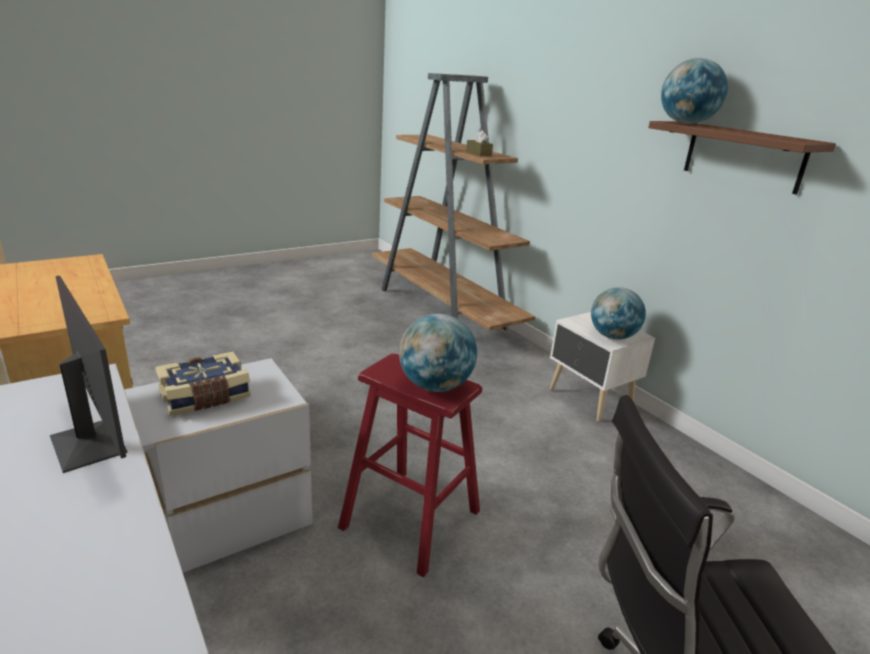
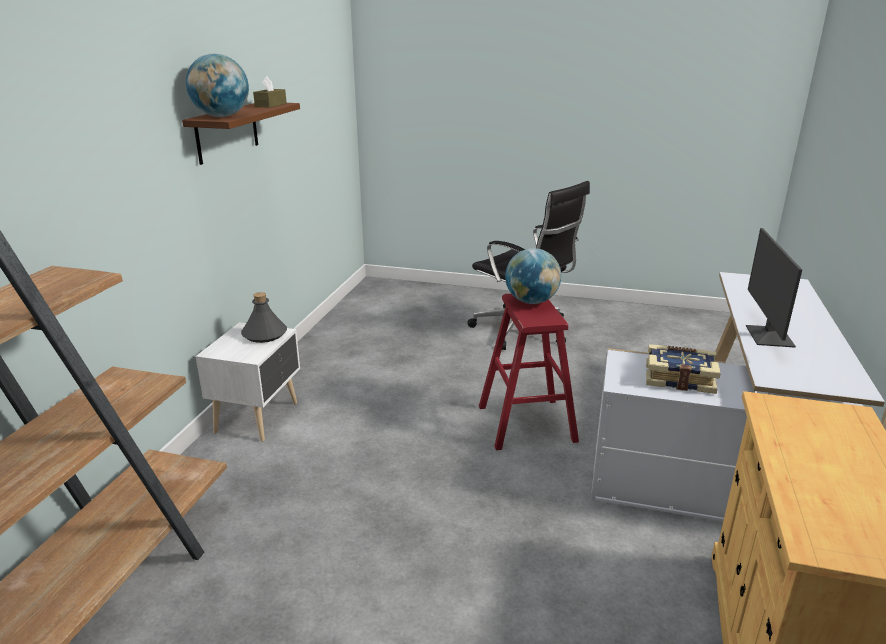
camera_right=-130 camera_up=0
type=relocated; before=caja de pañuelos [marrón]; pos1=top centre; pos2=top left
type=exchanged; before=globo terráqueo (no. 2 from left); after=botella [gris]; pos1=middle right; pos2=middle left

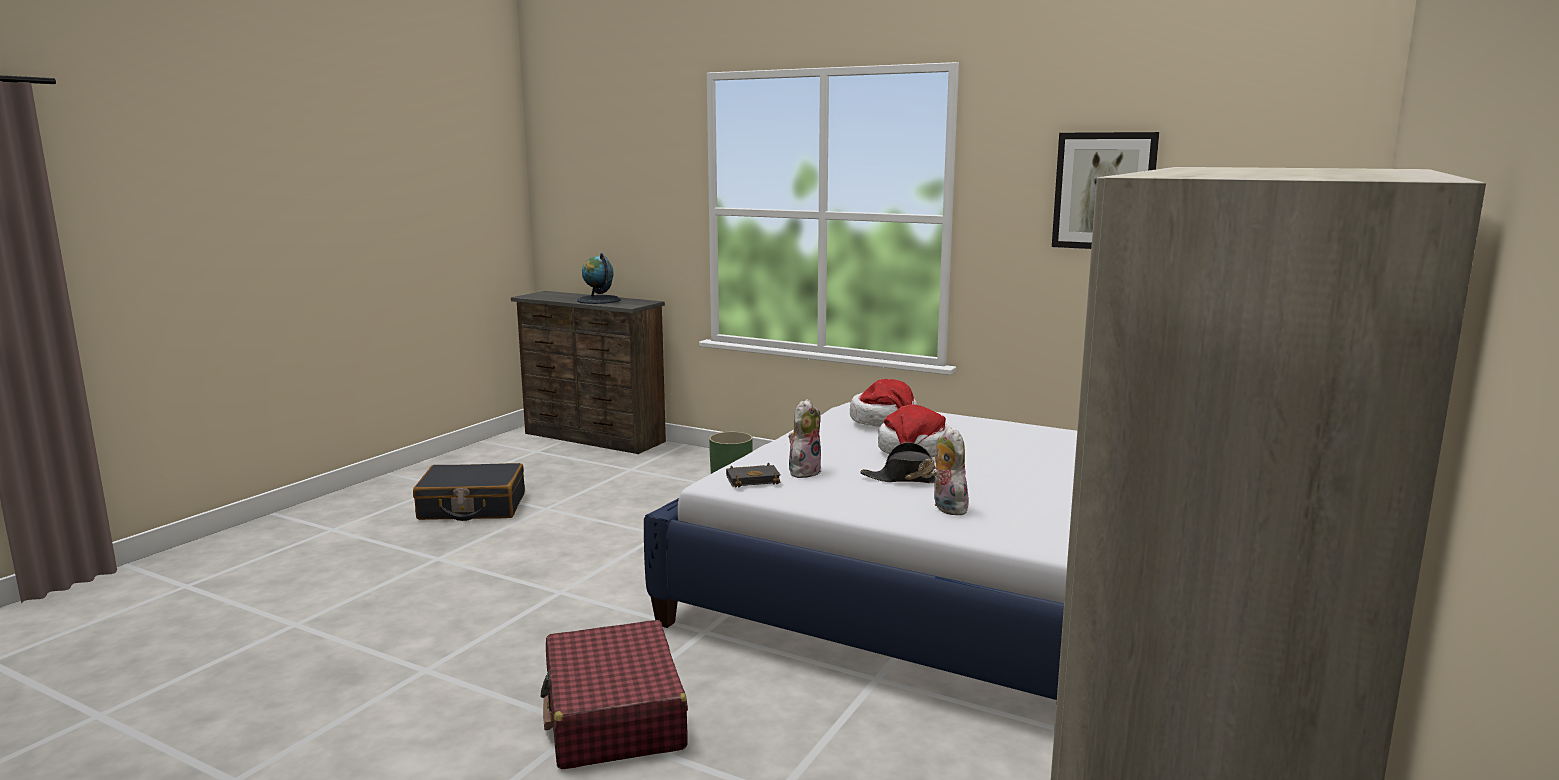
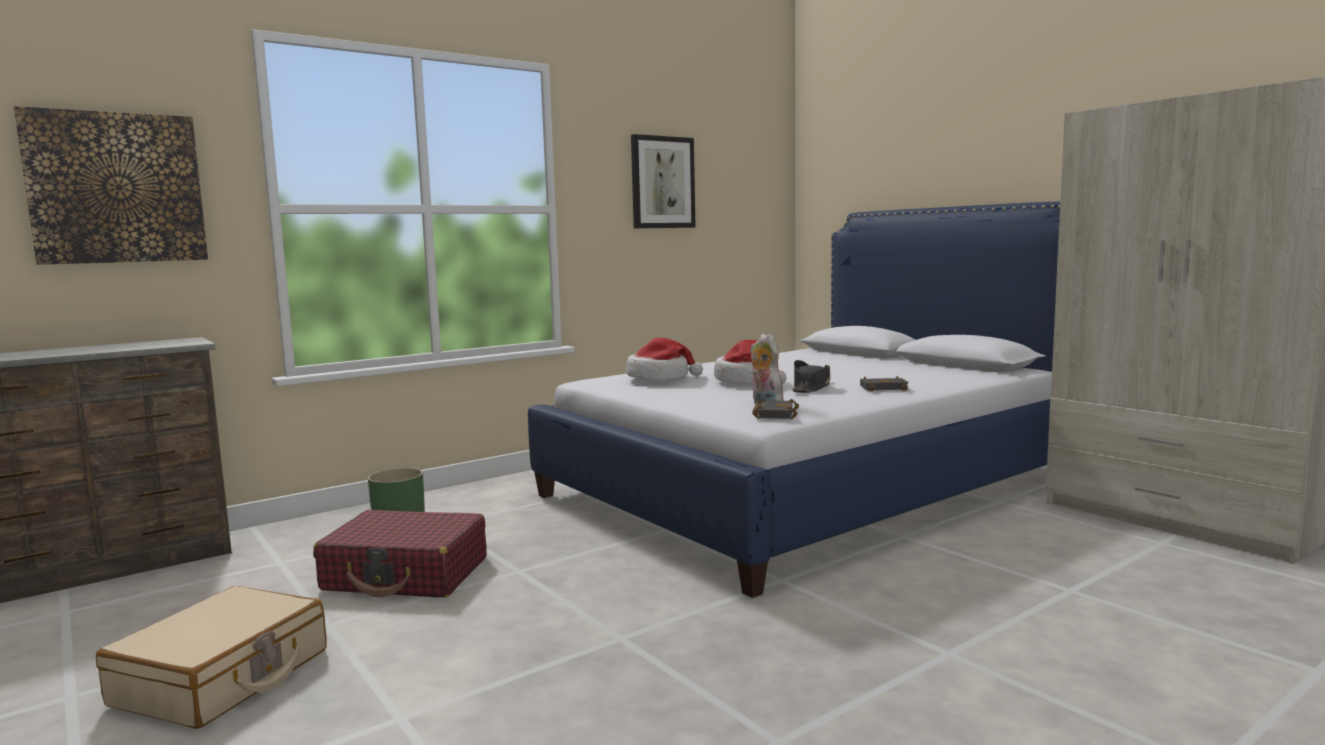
camera_right=-65 camera_up=-5
type=missing; before=globo terráqueo; pos1=centre
type=appeared; after=cuadro (no. 1 from left); pos2=top left
type=relocated; before=maleta [rojo]; pos1=bottom centre; pos2=bottom left
type=exchanged; before=peluche (no. 2 from left); after=libro [negro] (no. 2 from left); pos1=centre; pos2=middle right
type=colour; before=maleta [negro]; after=maleta [beis]; pos1=middle left; pos2=bottom left

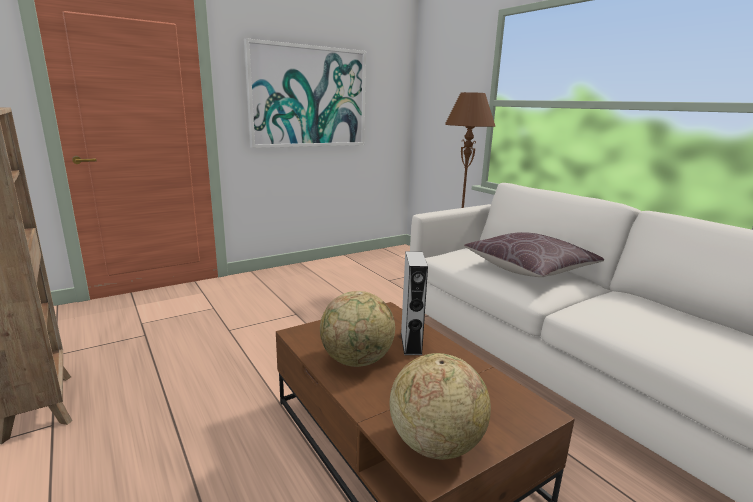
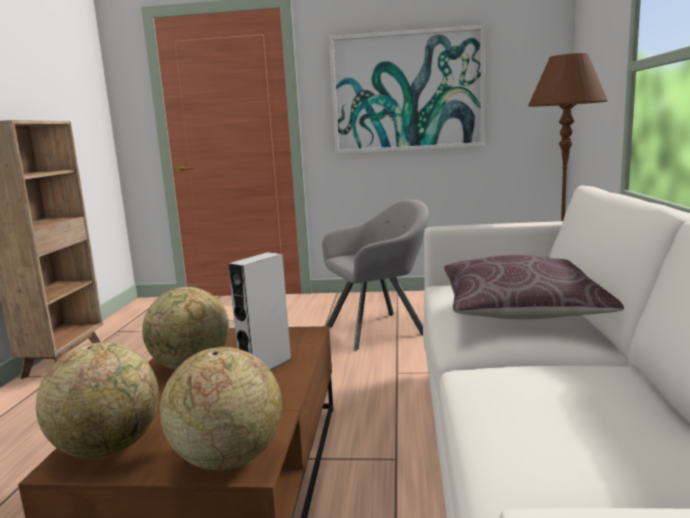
camera_right=40 camera_up=-5
type=appeared; after=globo terráqueo (no. 3 from left); pos2=bottom left
type=appeared; after=sillón [gris]; pos2=centre

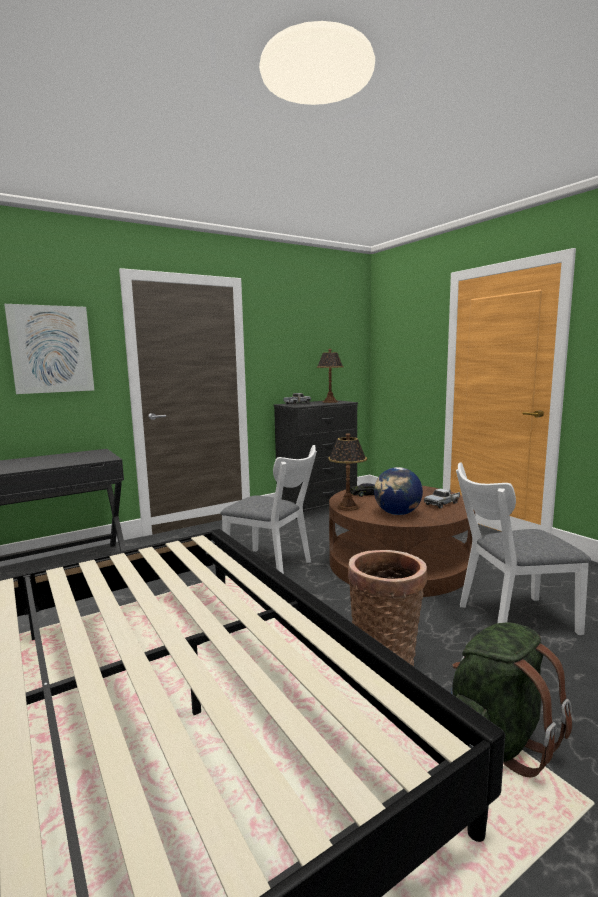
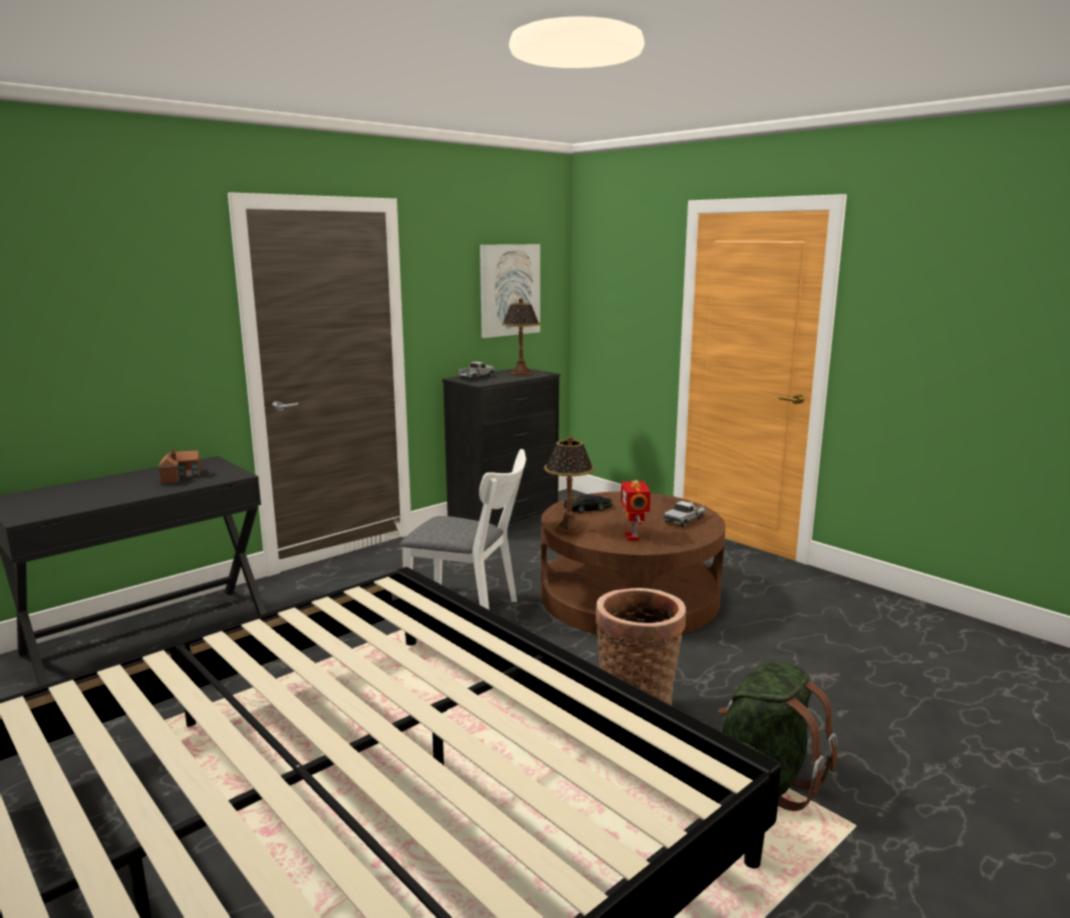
camera_right=-10 camera_up=5
type=missing; before=silla [blanco] (no. 2 from left); pos1=middle right
type=appeared; after=casita; pos2=middle left
type=relocated; before=cuadro; pos1=middle left; pos2=top centre
type=exchanged; before=globo terráqueo; after=robot de juguete; pos1=centre; pos2=centre

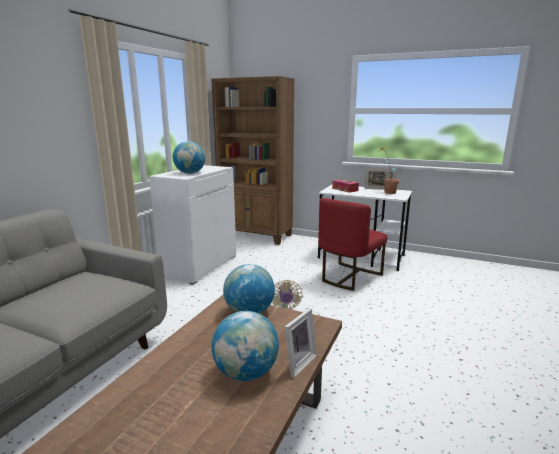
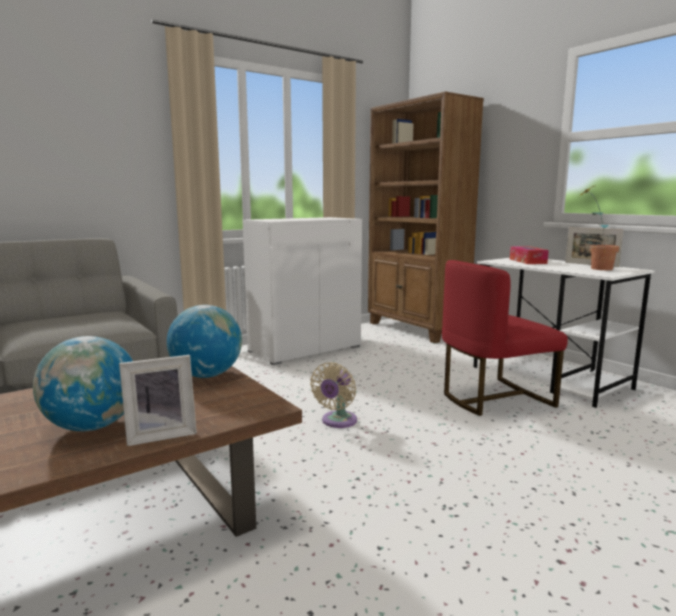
camera_right=30 camera_up=-5
type=missing; before=globo terráqueo (no. 1 from left); pos1=centre

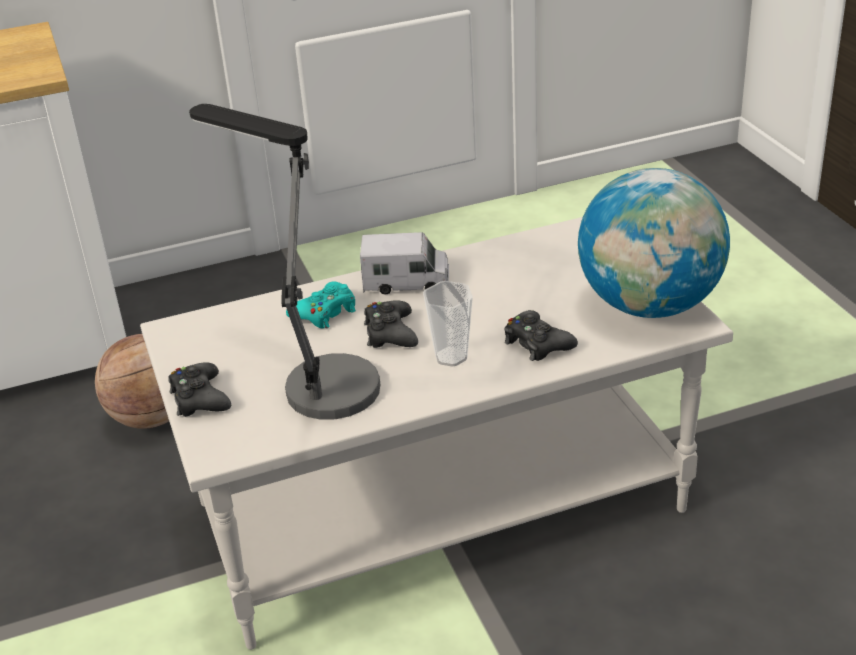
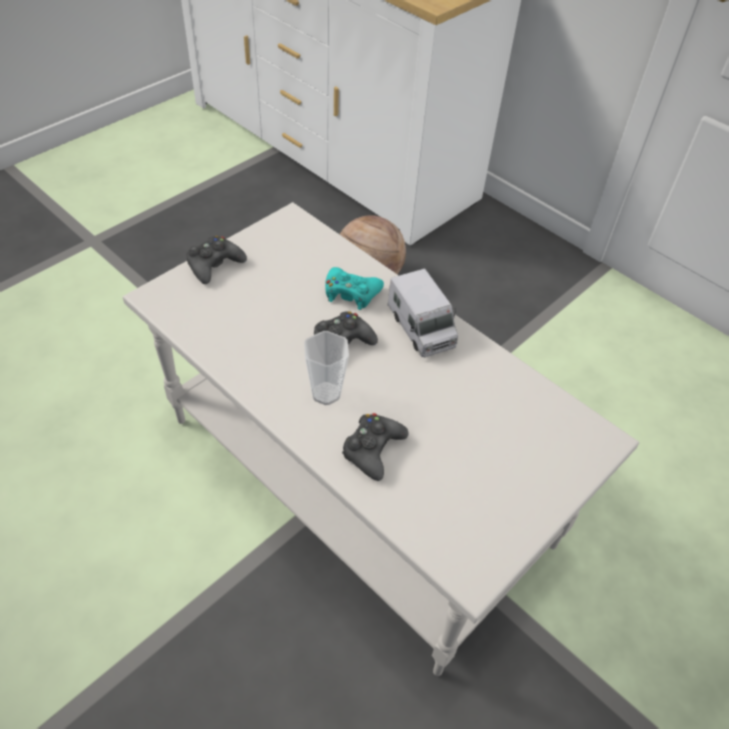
camera_right=60 camera_up=15
type=missing; before=lámpara de mesa; pos1=middle left
type=missing; before=globo terráqueo; pos1=middle right

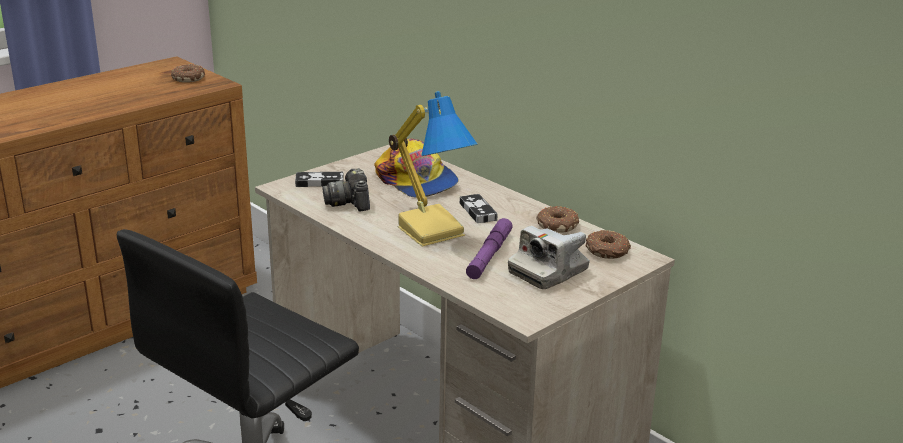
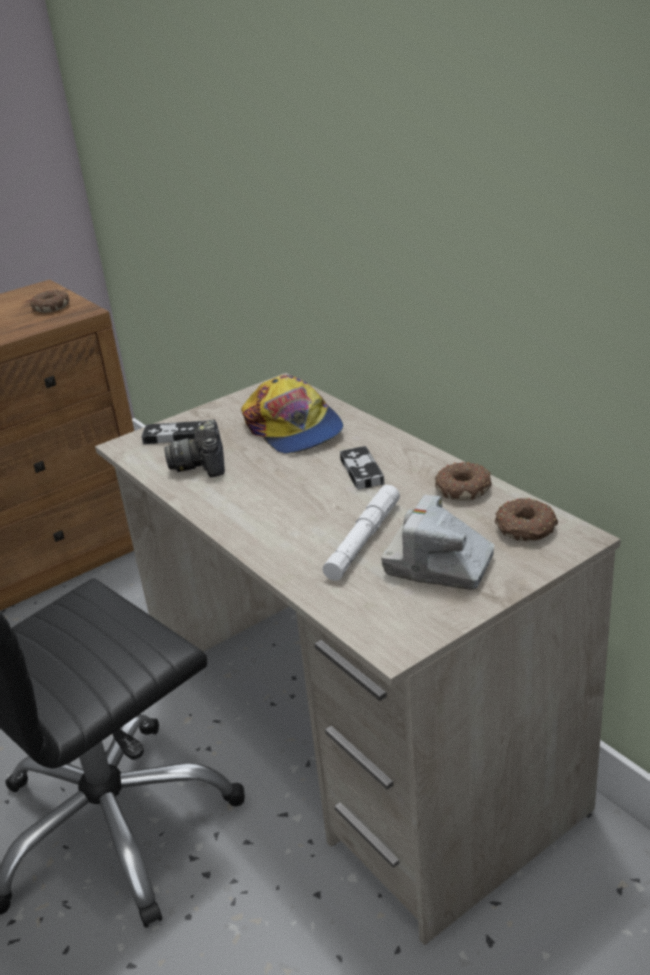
camera_right=10 camera_up=5
type=missing; before=lámpara de mesa; pos1=centre
type=colour; before=linterna [morado]; after=linterna [blanco]; pos1=centre; pos2=centre
type=spun; before=cámara (no. 2 from left); pos1=centre; pos2=middle right; turn=60

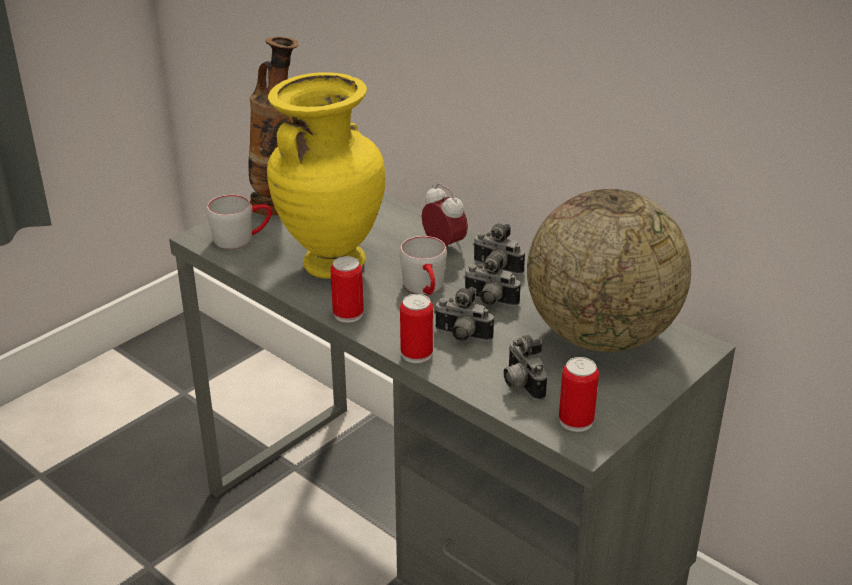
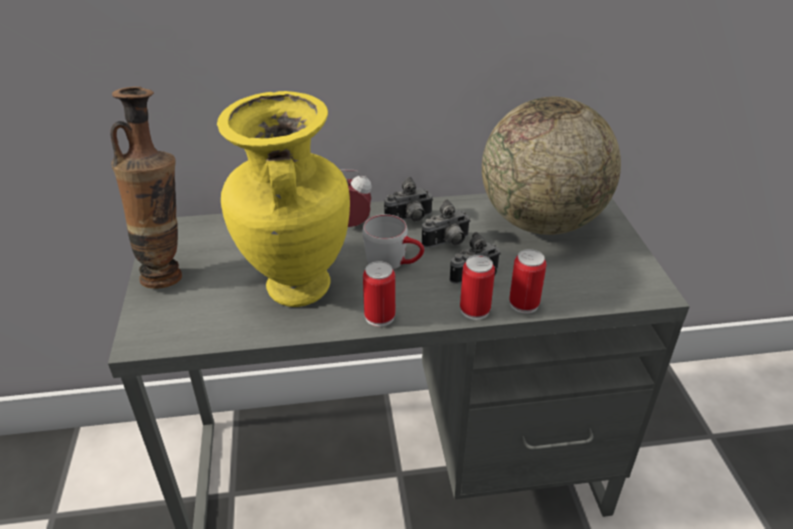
camera_right=-50 camera_up=5
type=missing; before=taza grande [gris] (no. 1 from left); pos1=middle left
type=missing; before=cámara (no. 4 from left); pos1=centre
type=relocated; before=lata (no. 3 from left); pos1=bottom right; pos2=centre

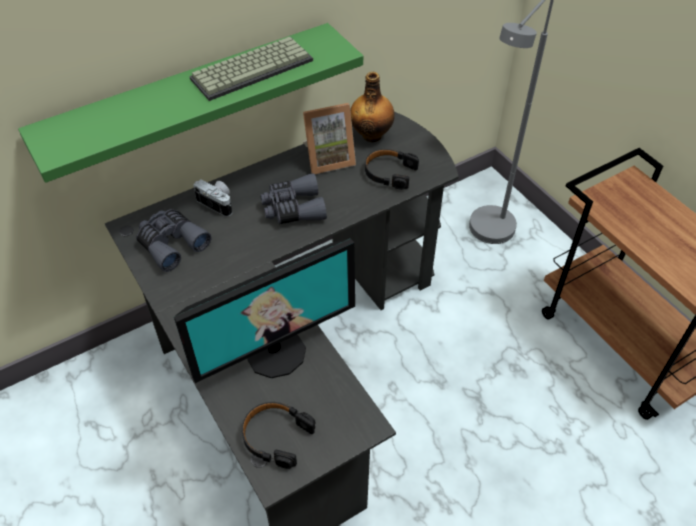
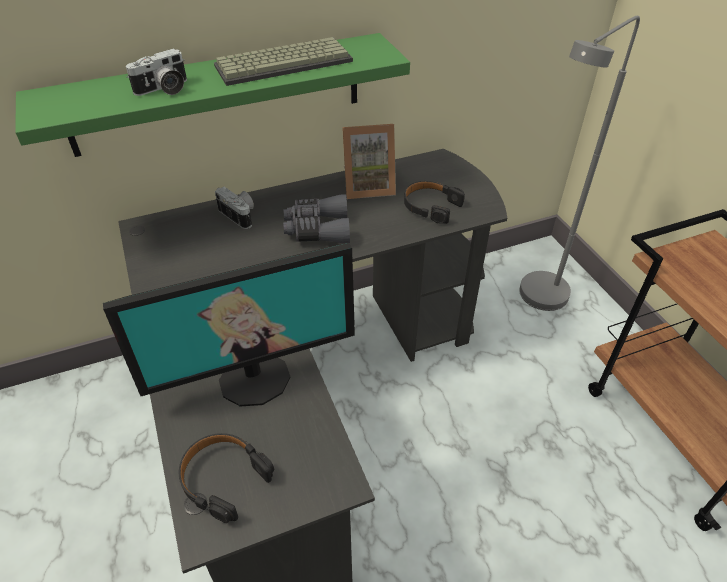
camera_right=10 camera_up=-5
type=missing; before=prismáticos [gris] (no. 1 from left); pos1=middle left
type=missing; before=botella; pos1=top centre
type=appeared; after=cámara (no. 1 from left); pos2=top left

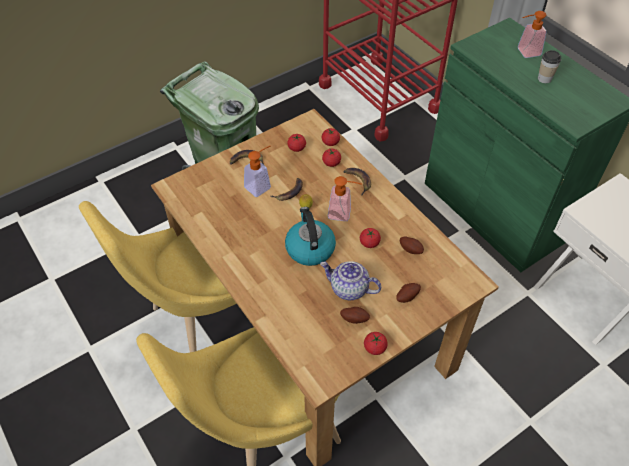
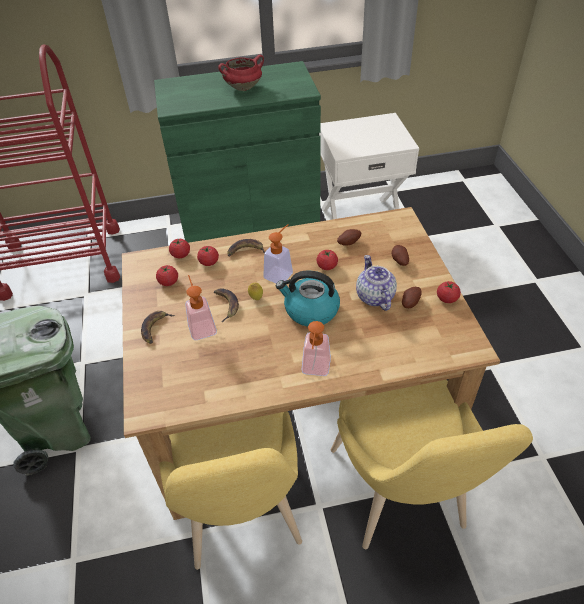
camera_right=-65 camera_up=-5
type=relocated; before=dispensador de jabón (no. 3 from left); pos1=top right; pos2=centre
type=exchanged; before=taza; after=olla [rojo]; pos1=top right; pos2=top centre
type=spun; before=tetera; pos1=centre; pos2=centre; turn=120

